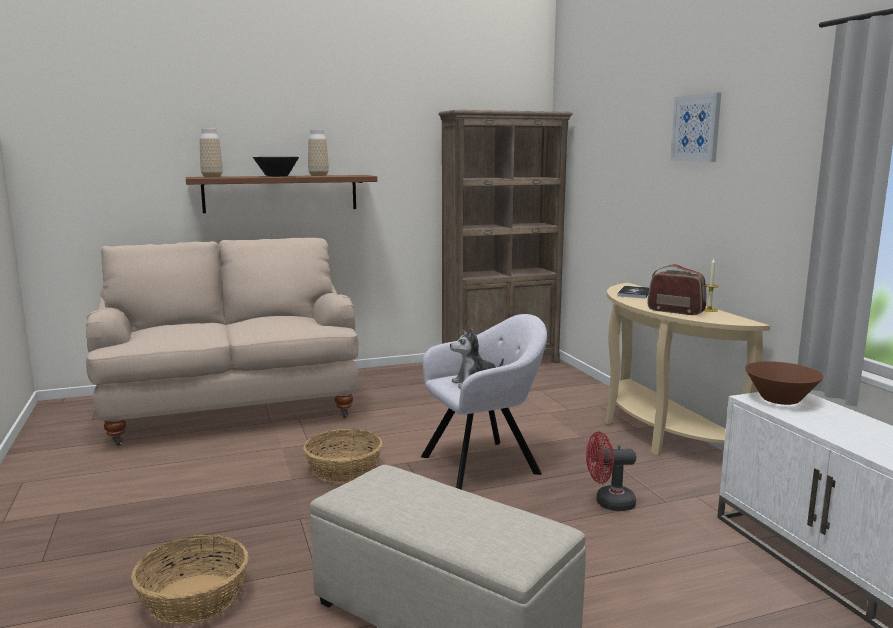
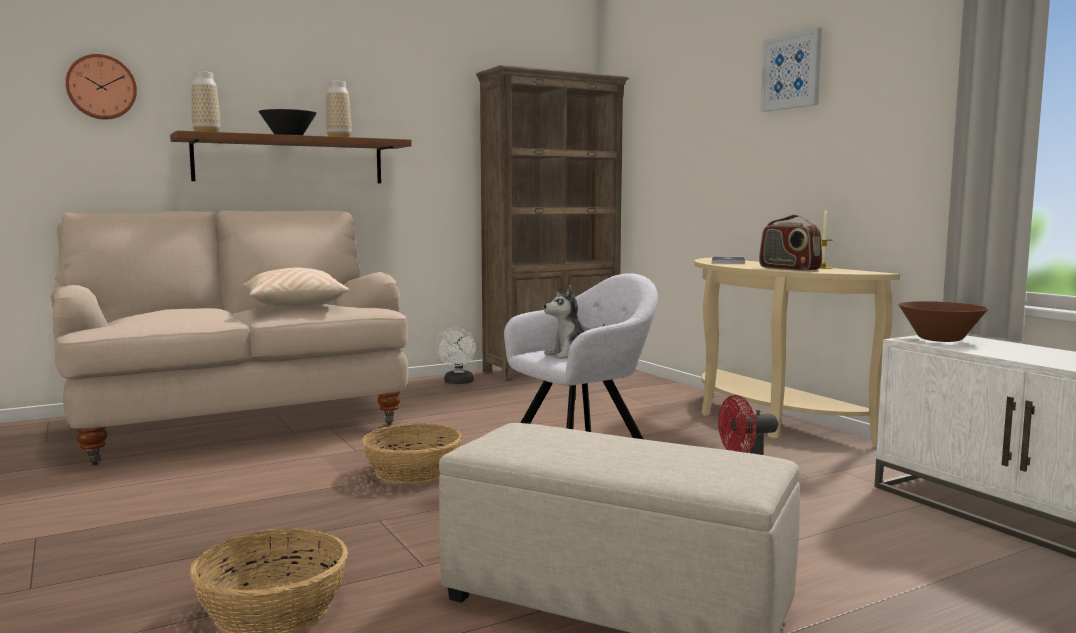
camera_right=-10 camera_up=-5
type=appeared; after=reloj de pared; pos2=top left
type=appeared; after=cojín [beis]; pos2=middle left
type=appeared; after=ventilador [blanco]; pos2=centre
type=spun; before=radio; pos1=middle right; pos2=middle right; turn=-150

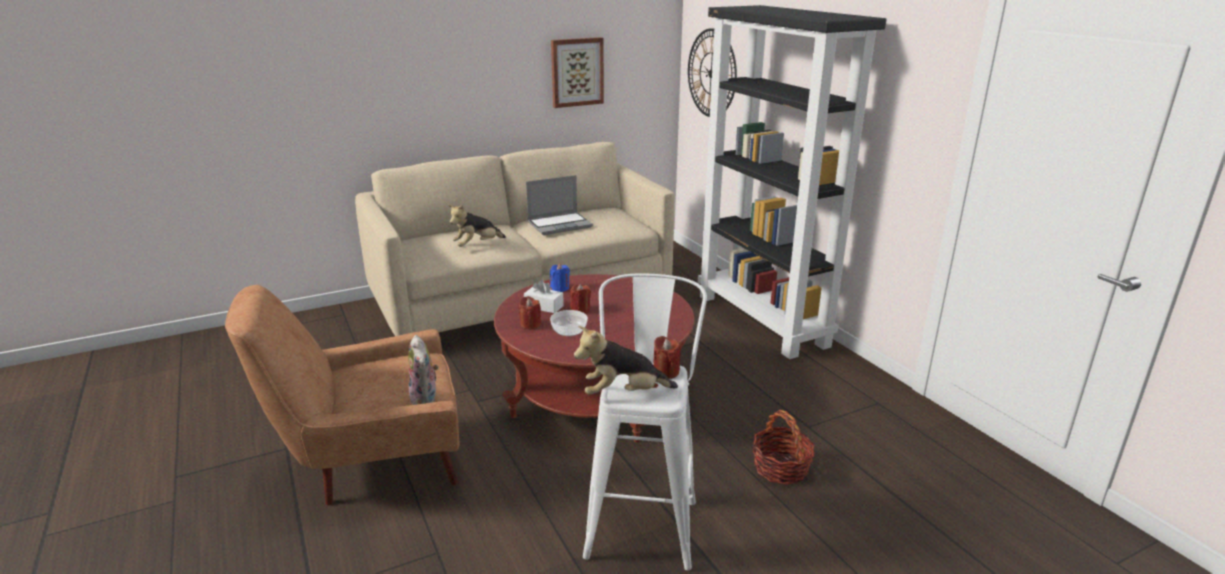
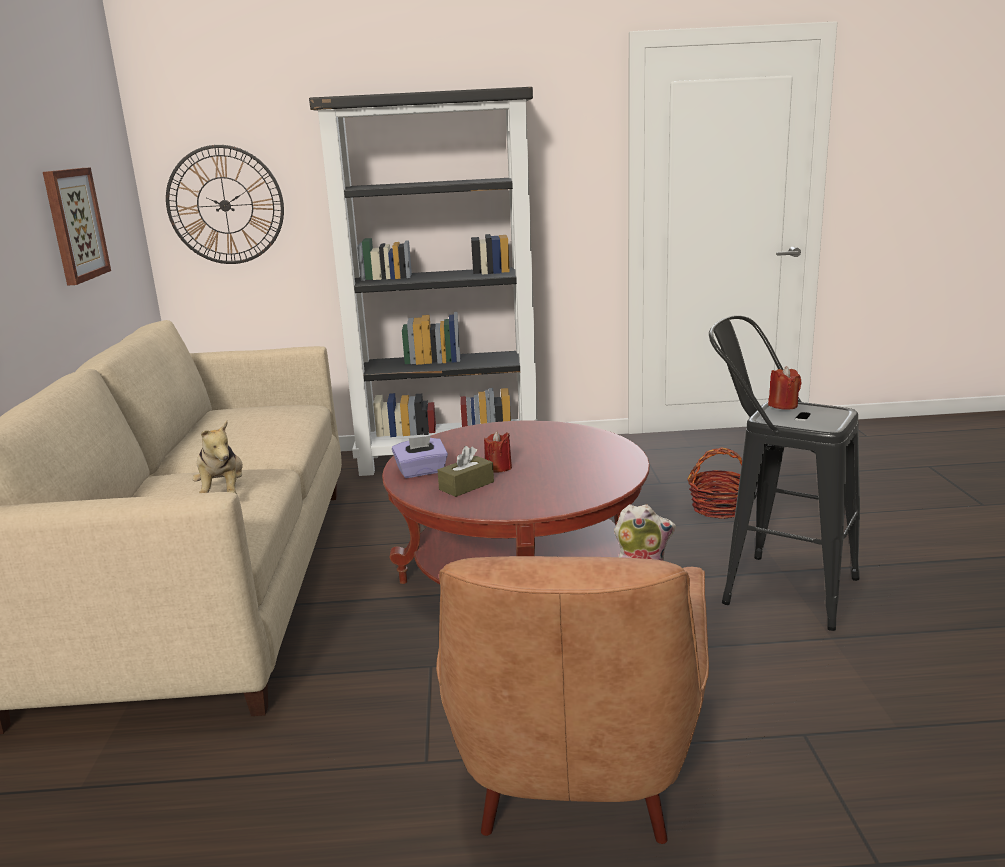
camera_right=-65 camera_up=-5
type=missing; before=vela [rojo] (no. 1 from left); pos1=centre
type=missing; before=portátil; pos1=centre
type=missing; before=cuenco; pos1=centre
type=missing; before=peluche (no. 3 from left); pos1=centre
type=exchanged; before=vela [azul]; after=caja de pañuelos [morado]; pos1=centre; pos2=centre
type=colour; before=caja de pañuelos [blanco]; after=caja de pañuelos [marrón]; pos1=centre; pos2=centre
type=colour; before=taburete [blanco]; after=taburete [negro]; pos1=bottom centre; pos2=middle right

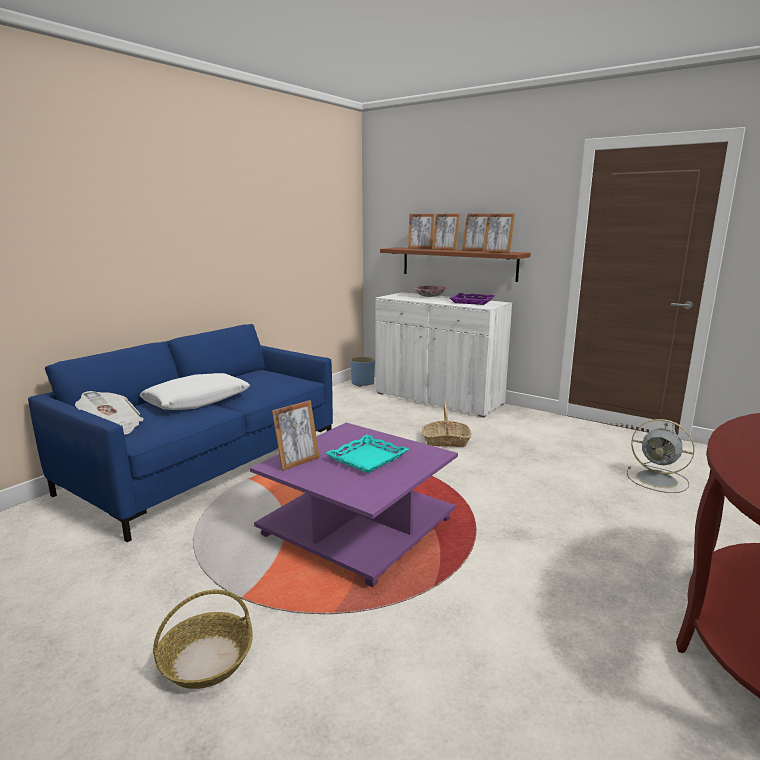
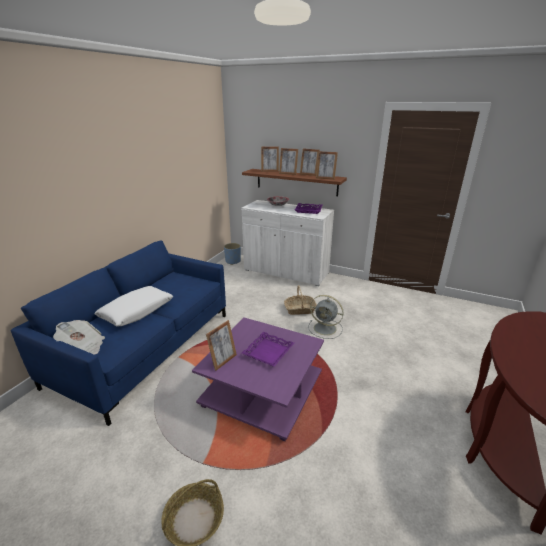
camera_right=-10 camera_up=10
type=relocated; before=ventilador [gris]; pos1=middle right; pos2=centre
type=colour; before=bandeja [turquesa]; after=bandeja [morado] (no. 1 from left); pos1=centre; pos2=centre

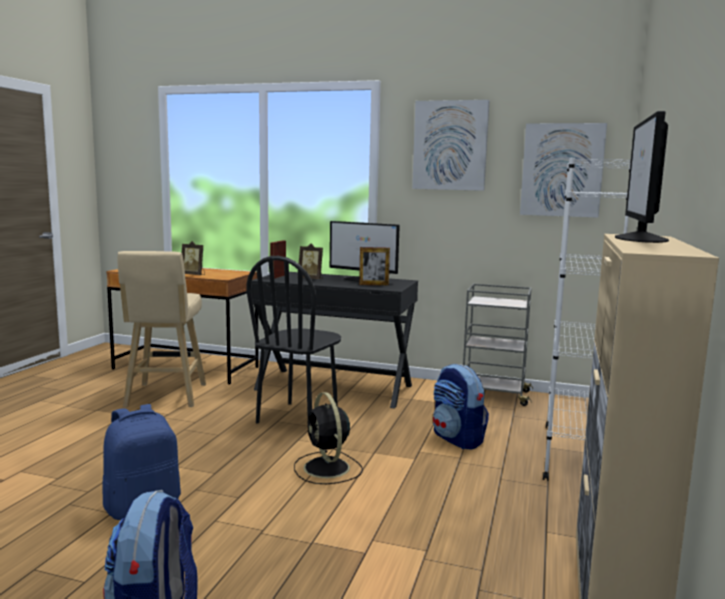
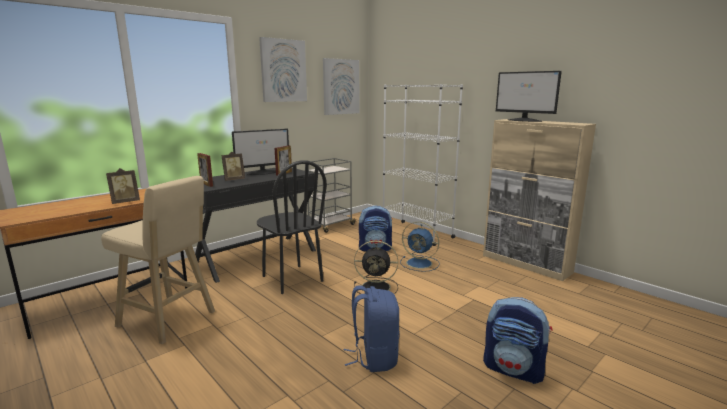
camera_right=-60 camera_up=5
type=appeared; after=ventilador [azul]; pos2=centre

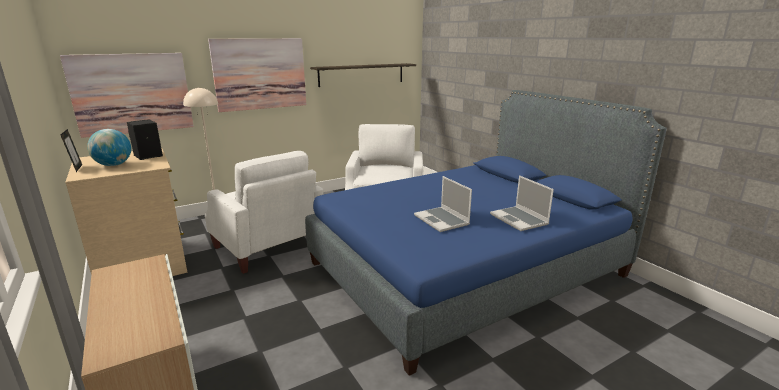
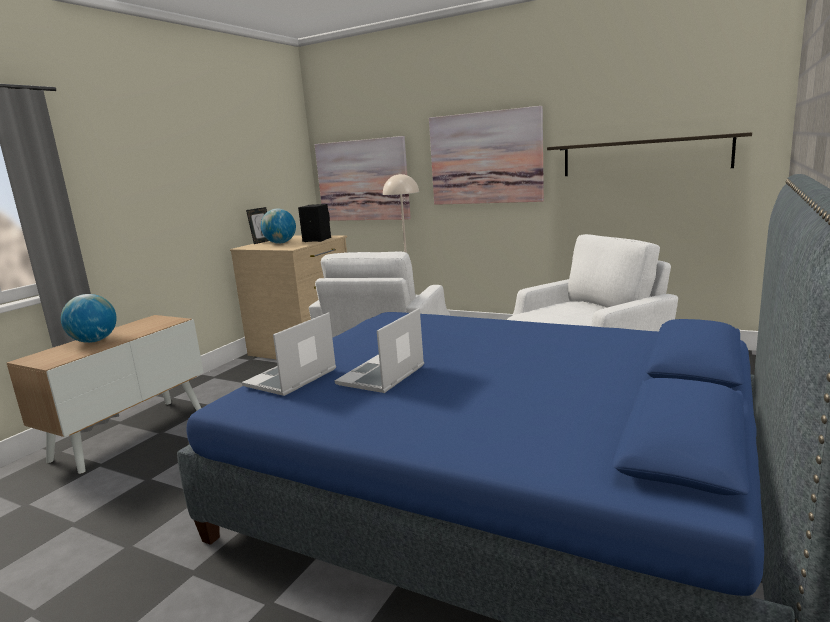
camera_right=60 camera_up=-5
type=appeared; after=globo terráqueo (no. 1 from left); pos2=middle left
type=relocated; before=portátil (no. 2 from left in the first image); after=portátil (no. 1 from left); pos1=middle right; pos2=centre

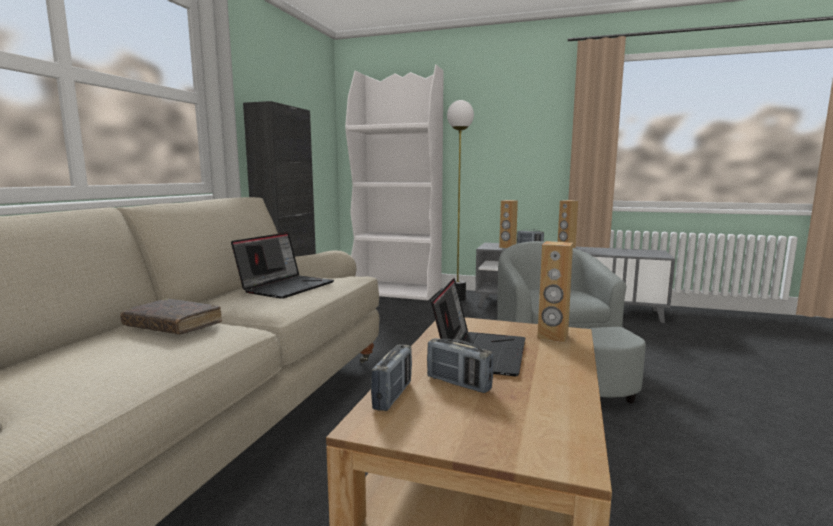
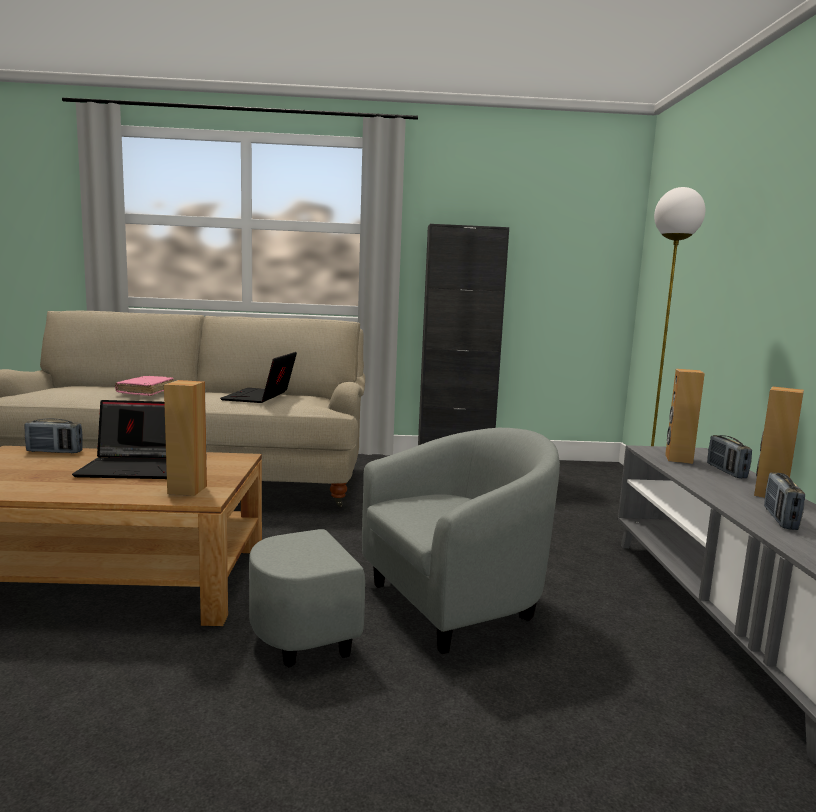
camera_right=70 camera_up=0
type=missing; before=estantería [blanco]; pos1=centre
type=relocated; before=radio (no. 2 from left in the first image); after=radio (no. 3 from left); pos1=bottom centre; pos2=middle right
type=colour; before=libro [marrón]; after=libro [rosa]; pos1=middle left; pos2=middle left
type=spun; before=portátil (no. 1 from left in the first image); pos1=centre; pos2=middle left; turn=90

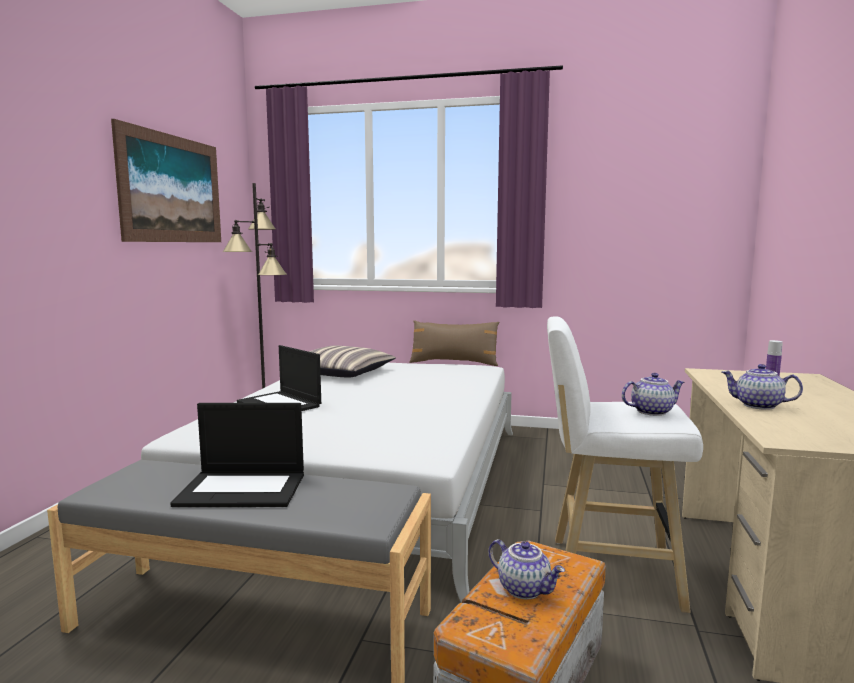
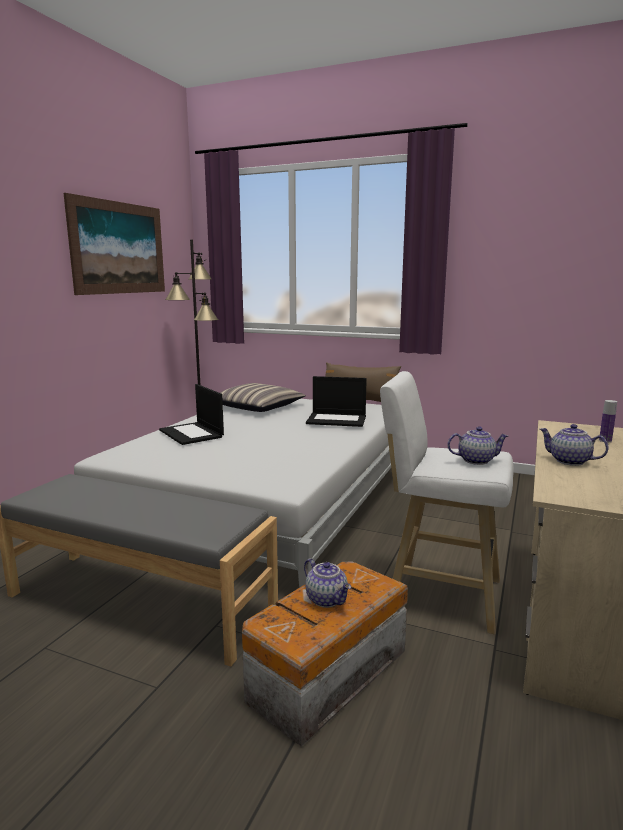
camera_right=10 camera_up=5
type=relocated; before=portátil (no. 1 from left in the first image); after=portátil (no. 2 from left); pos1=middle left; pos2=centre

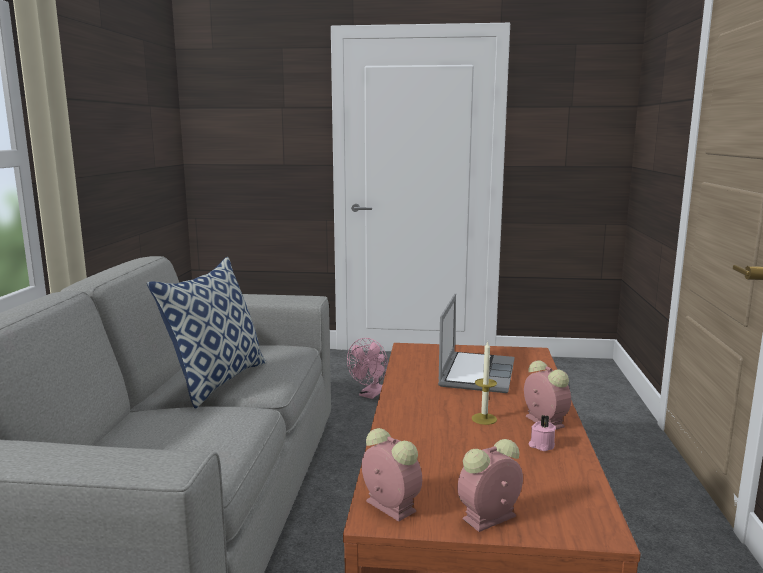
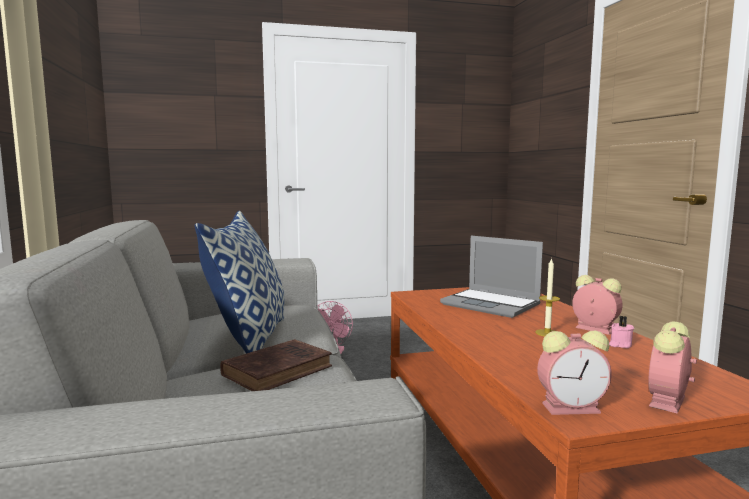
camera_right=-20 camera_up=-5
type=appeared; after=libro [marrón]; pos2=bottom centre
type=spun; before=despertador (no. 1 from left); pos1=bottom centre; pos2=bottom right; turn=150
type=spun; before=portátil; pos1=centre; pos2=centre; turn=135

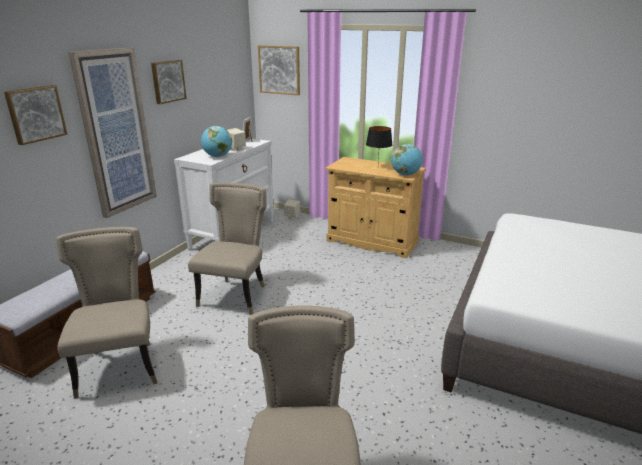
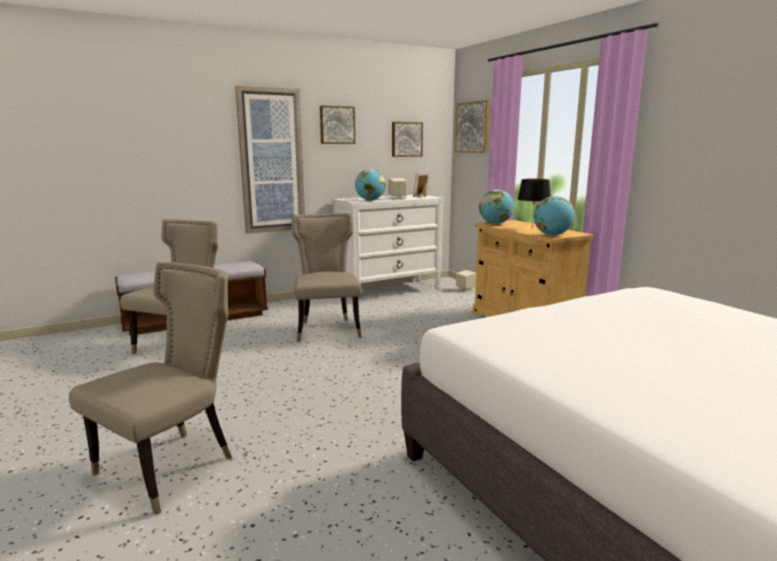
camera_right=35 camera_up=-10
type=appeared; after=globo terráqueo (no. 2 from left); pos2=centre
type=relocated; before=cuadro (no. 1 from left in the first image); after=cuadro (no. 3 from left); pos1=top left; pos2=top centre
type=spun; before=silla [beis] (no. 2 from left in the first image); pos1=centre; pos2=centre; turn=-60

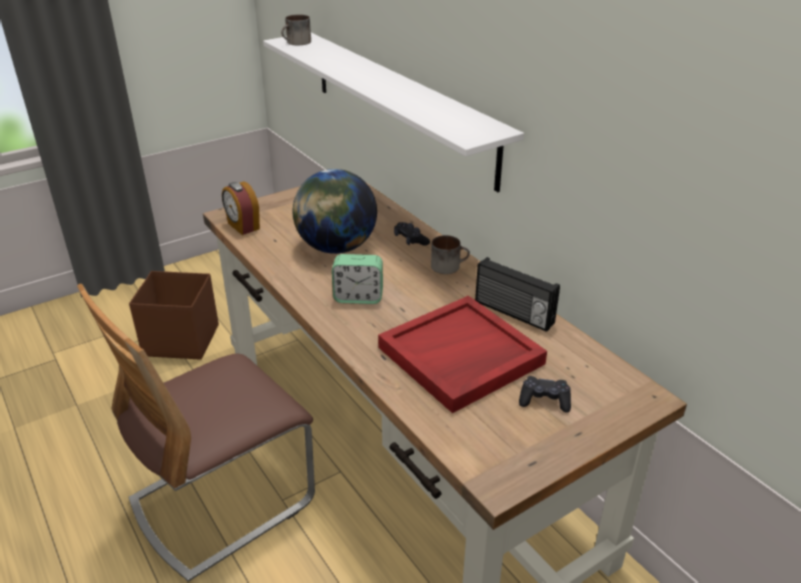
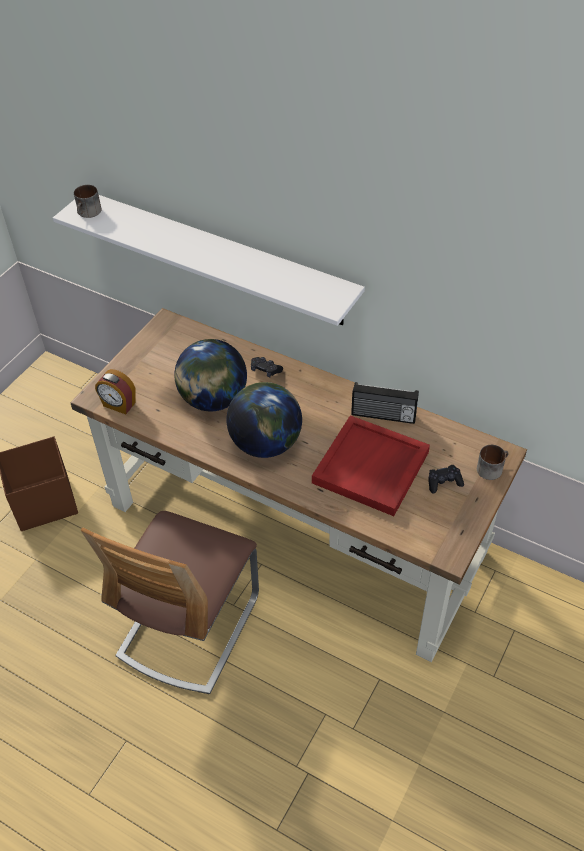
camera_right=-25 camera_up=15
type=relocated; before=taza grande (no. 2 from left); pos1=centre; pos2=middle right
type=exchanged; before=despertador (no. 2 from left); after=globo terráqueo (no. 2 from left); pos1=centre; pos2=centre

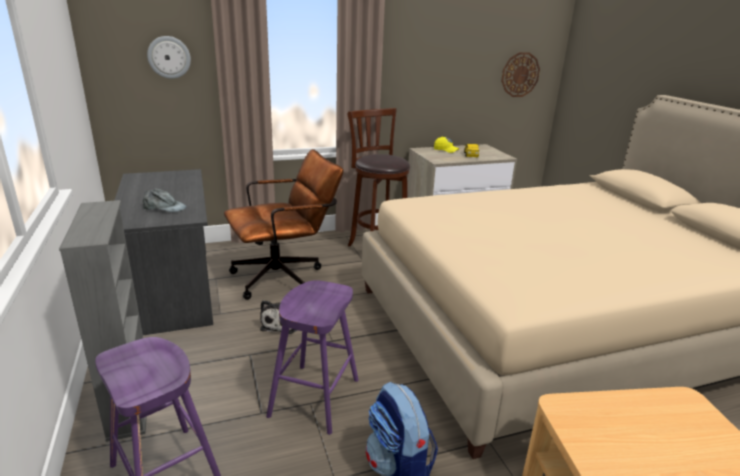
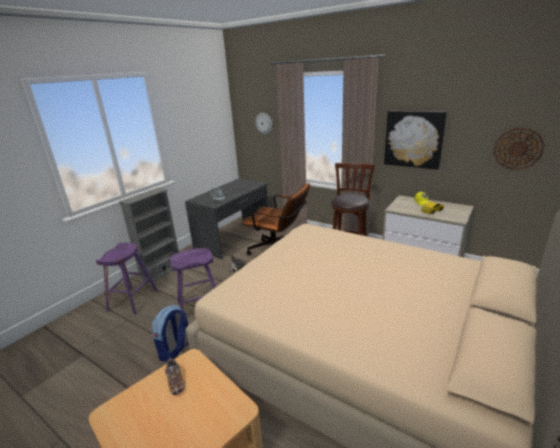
camera_right=55 camera_up=0
type=appeared; after=zapato; pos2=bottom left
type=appeared; after=cuadro; pos2=top right

